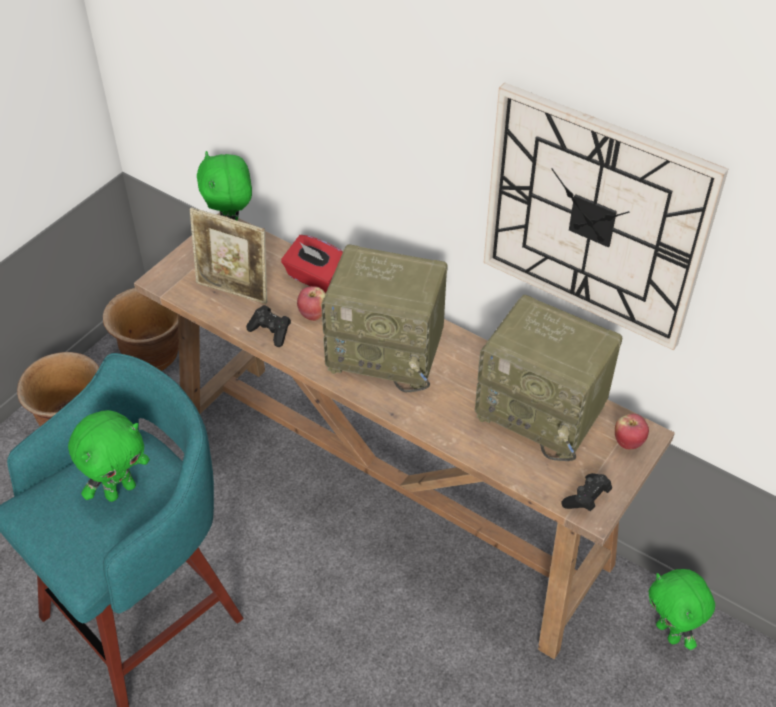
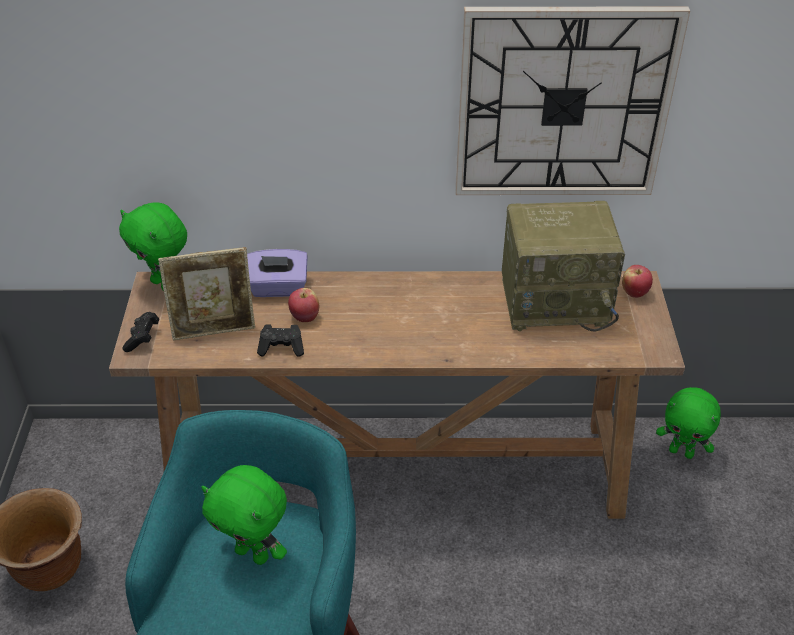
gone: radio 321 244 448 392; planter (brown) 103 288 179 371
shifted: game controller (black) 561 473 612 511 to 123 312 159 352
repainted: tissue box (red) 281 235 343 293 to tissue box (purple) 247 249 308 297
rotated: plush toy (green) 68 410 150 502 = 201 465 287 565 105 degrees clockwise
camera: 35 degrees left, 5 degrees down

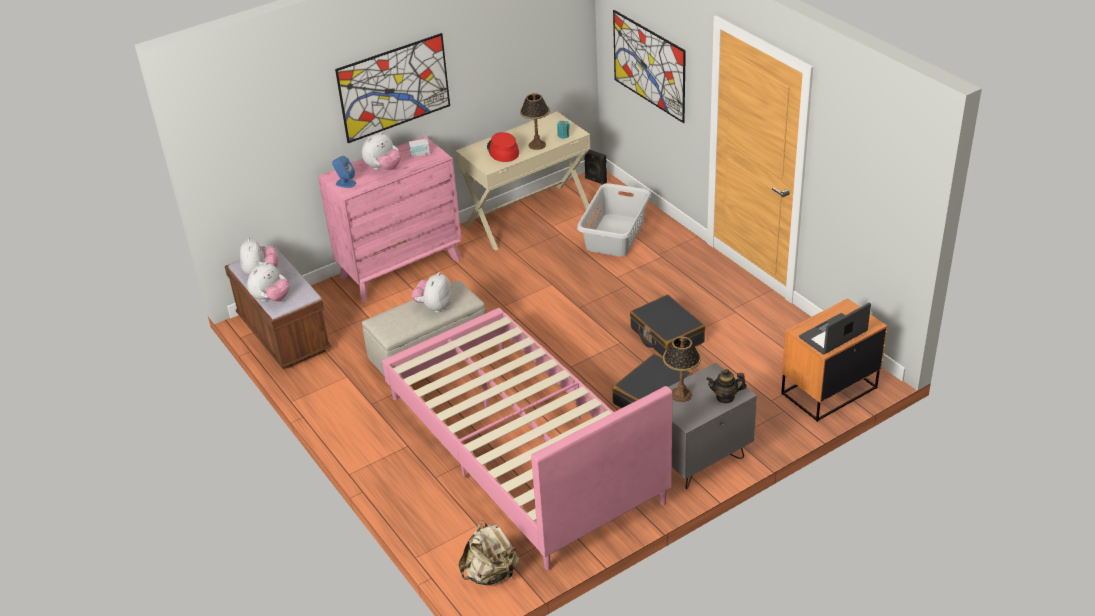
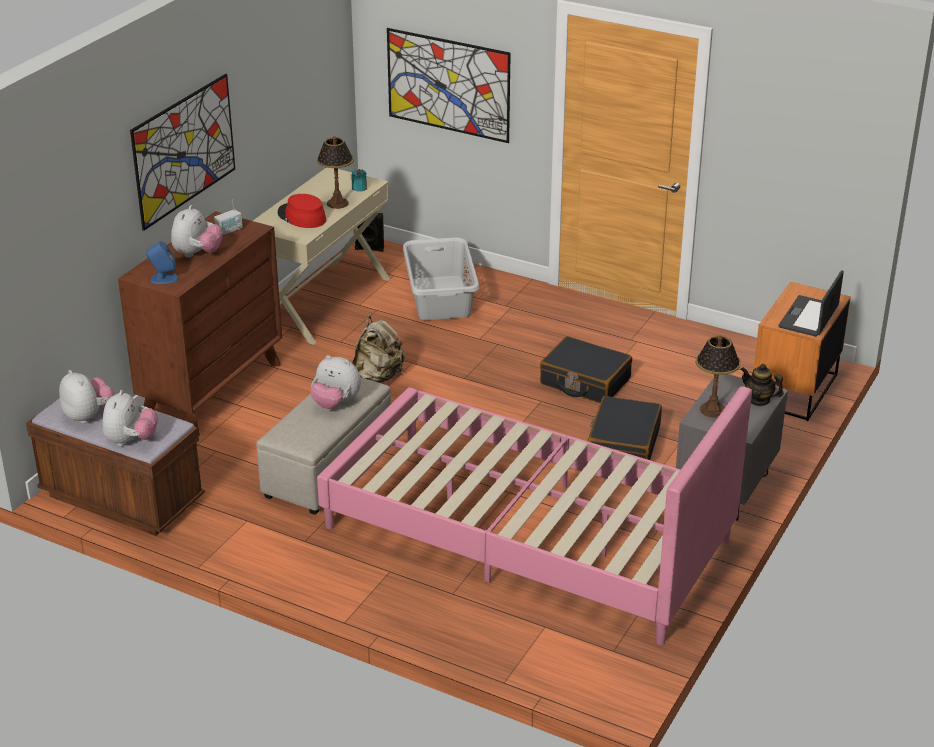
shifted: backpack (beige) 458 520 519 585 to 352 316 405 383
repainted: dresser (pink) 318 136 462 302 to dresser (brown) 118 211 282 436
rotated: plush toy 411 272 452 313 = 310 355 361 409 60 degrees counterclockwise; teapot 706 369 747 404 = 741 364 784 406 60 degrees clockwise
camera: 30 degrees left, 5 degrees down

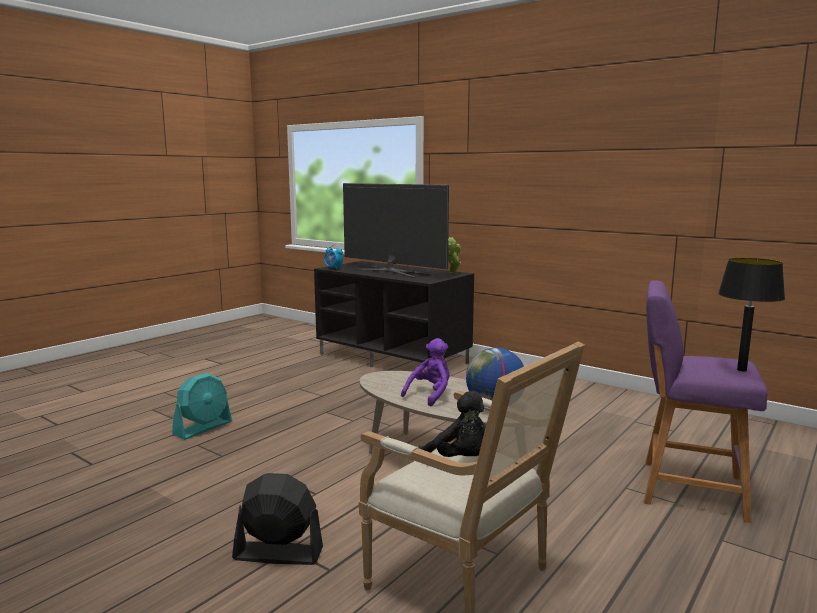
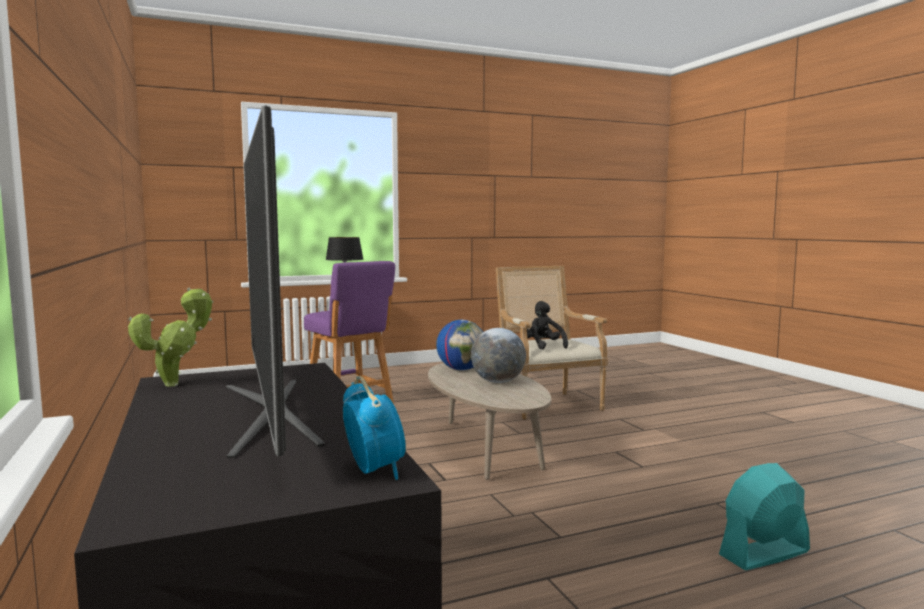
gone: fan (black) 232 473 323 565
swapped: plush toy (purple) 401 338 450 407 to globe 471 328 526 383
camera: 150 degrees left, 5 degrees down

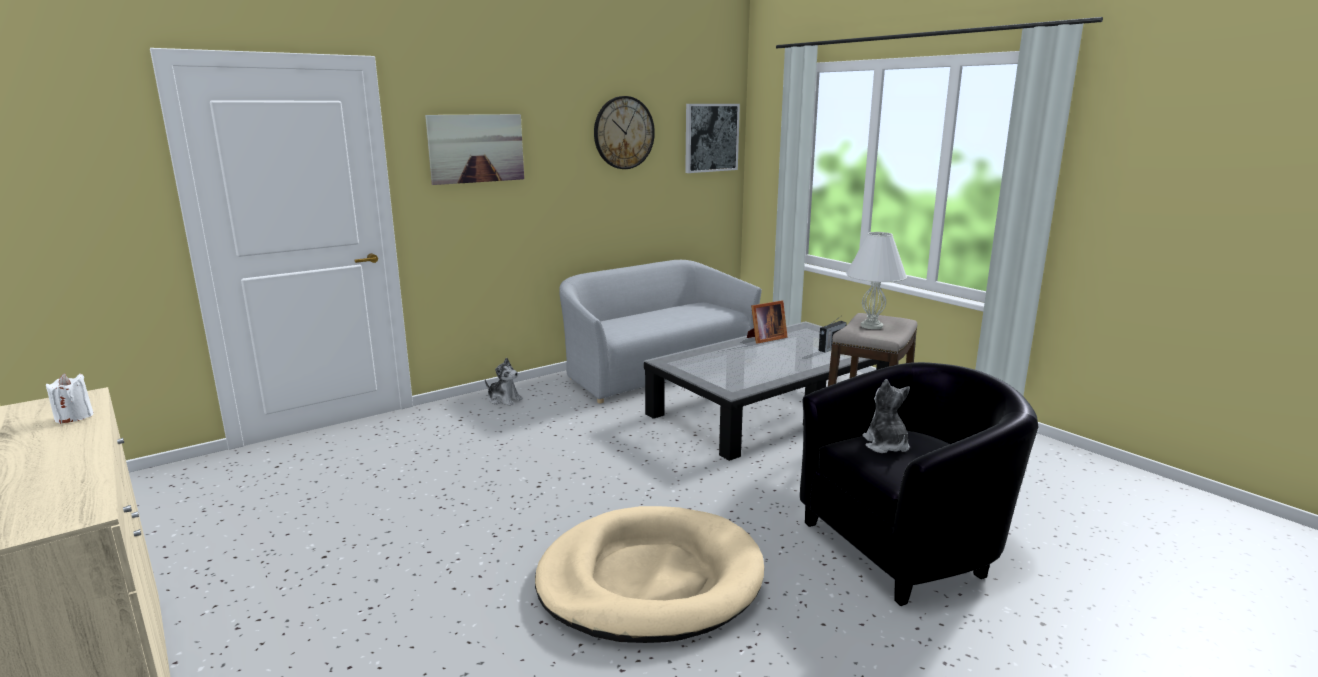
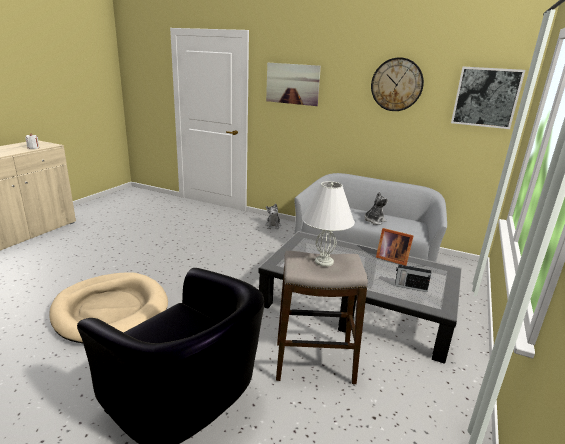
shifted: plush toy 863 379 910 453 to 365 192 388 225
camera: 60 degrees right, 5 degrees up

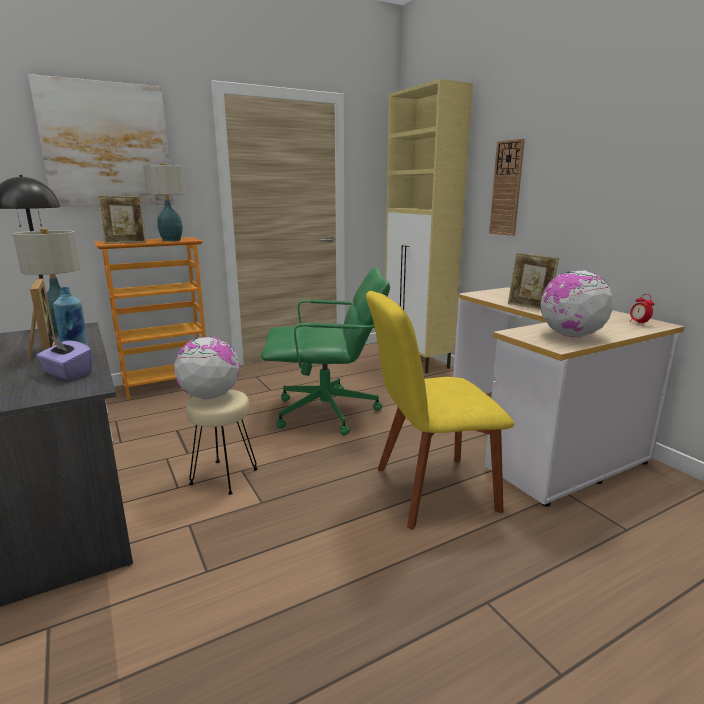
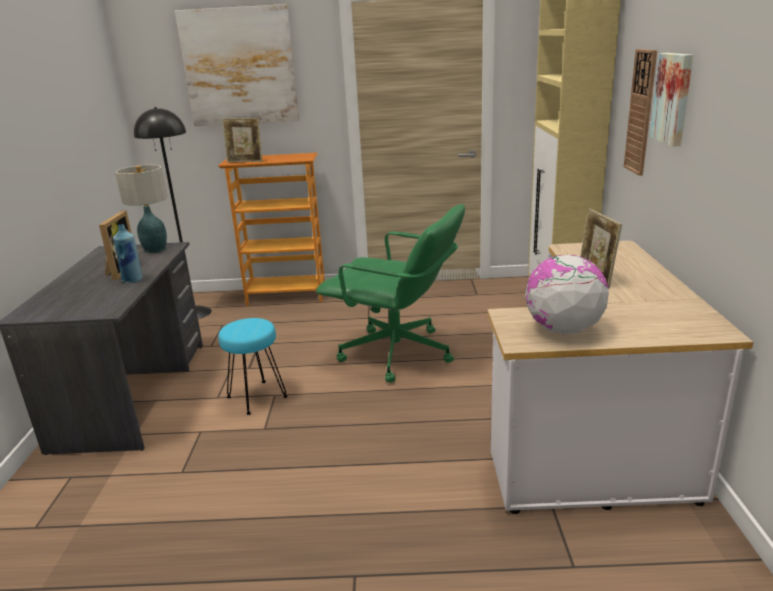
gone: table lamp 143 163 186 241; chair (yellow) 366 291 514 530; alarm clock 629 294 654 325; globe 174 336 240 400; tissue box (purple) 36 337 92 380
new: picture 650 53 693 147
repainted: stool (beige) 186 389 258 495 to stool (turquoise) 218 318 288 415
camera: 30 degrees right, 5 degrees up

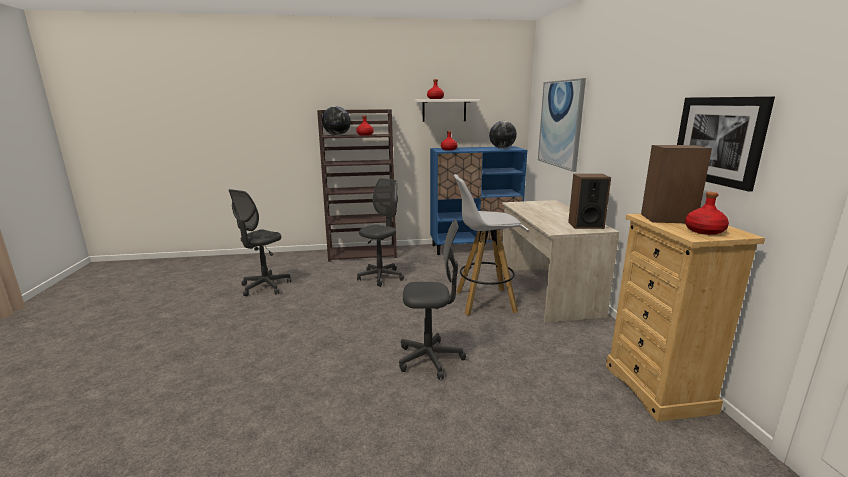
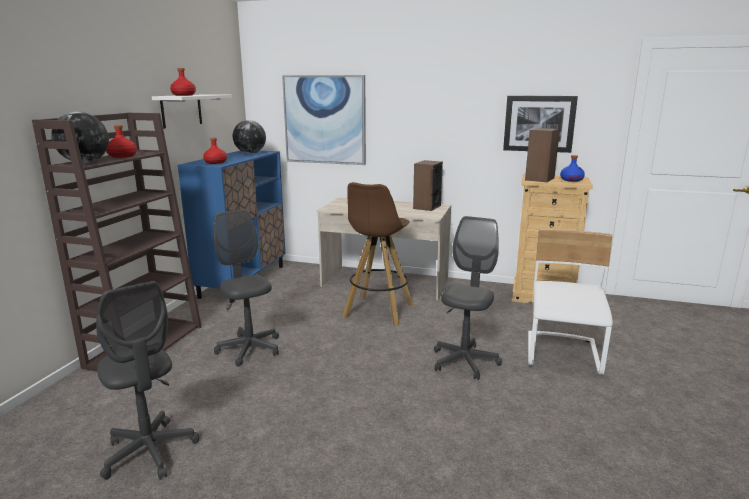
new: chair (white) 528 229 613 375
repainted: stool (white) 454 174 522 315 to stool (brown) 342 182 414 326; bottle (red) 685 192 729 235 to bottle (blue) 560 155 585 182
camera: 65 degrees left, 0 degrees up

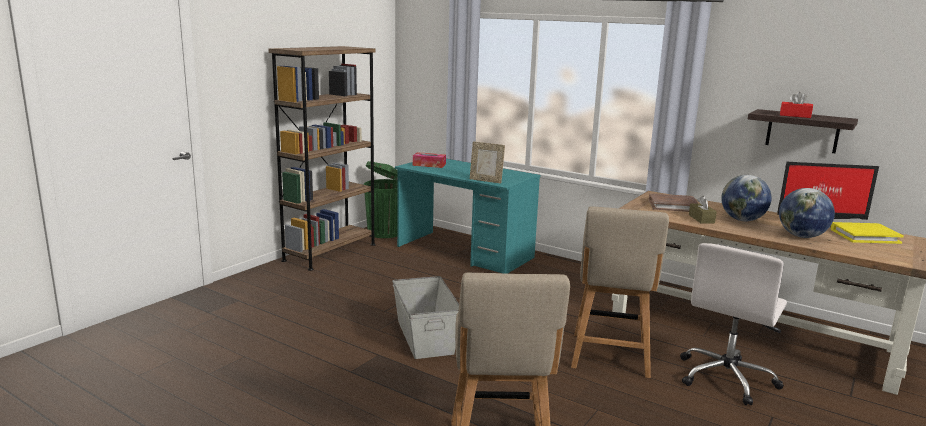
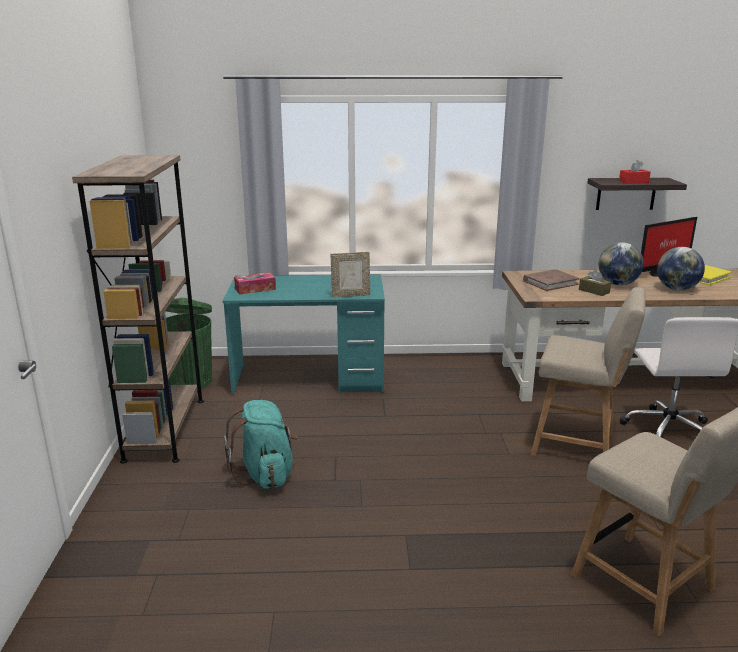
gone: storage box (grey) 392 276 459 359
new: backpack (turquoise) 224 400 297 489
rotated: chair (beige) 571 206 669 378 = 531 287 646 456 45 degrees counterclockwise
camera: 35 degrees left, 5 degrees up

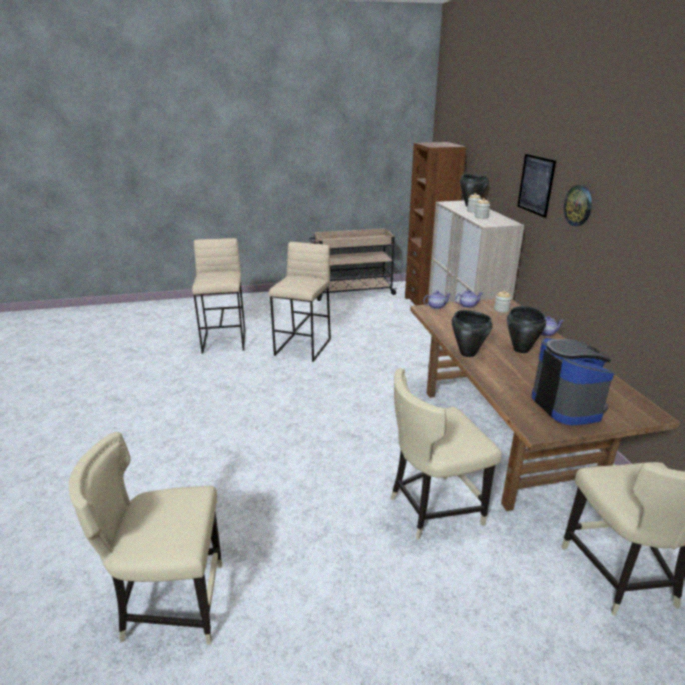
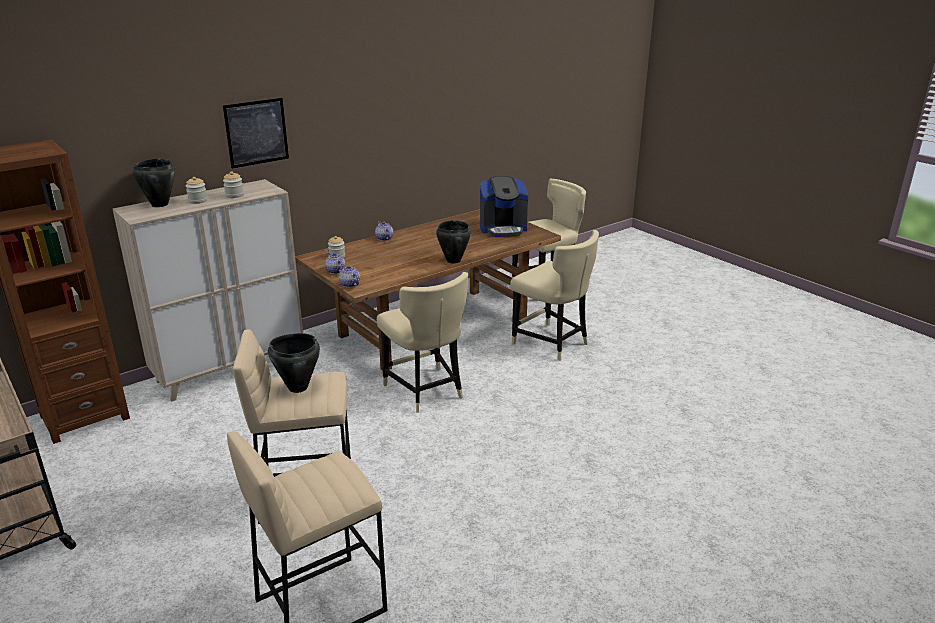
gone: wall clock 564 185 592 226
shifted: cooking pot (black) 507 306 546 353 to 268 333 320 393; chair (beige) 69 432 222 645 to 377 272 468 413
rotated: coffee machine 532 338 614 425 = 480 176 529 237 150 degrees counterclockwise
camera: 115 degrees left, 0 degrees up

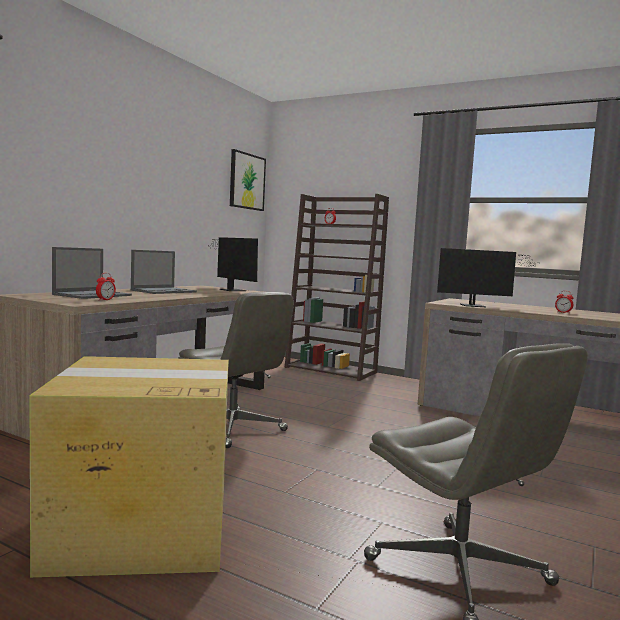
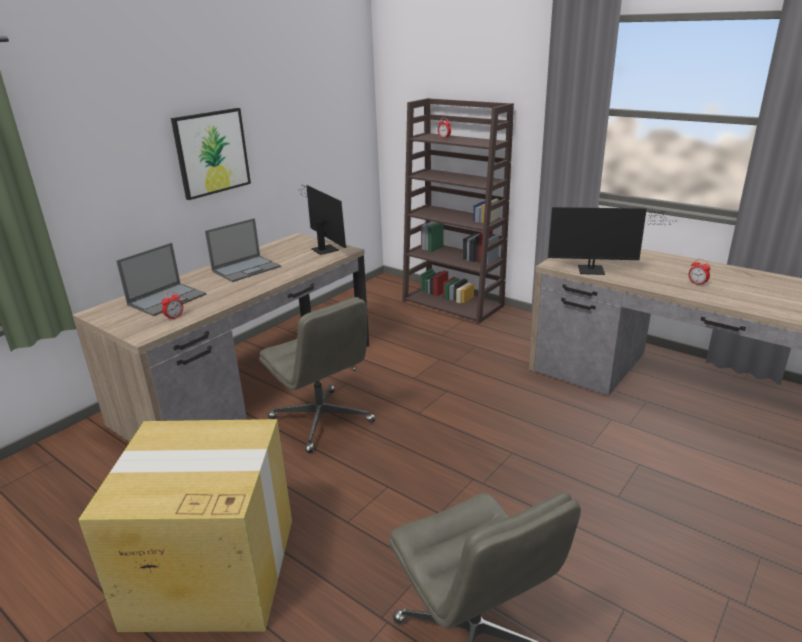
shifted: picture 230 149 266 211 to 171 108 251 200
camera: 10 degrees right, 20 degrees up

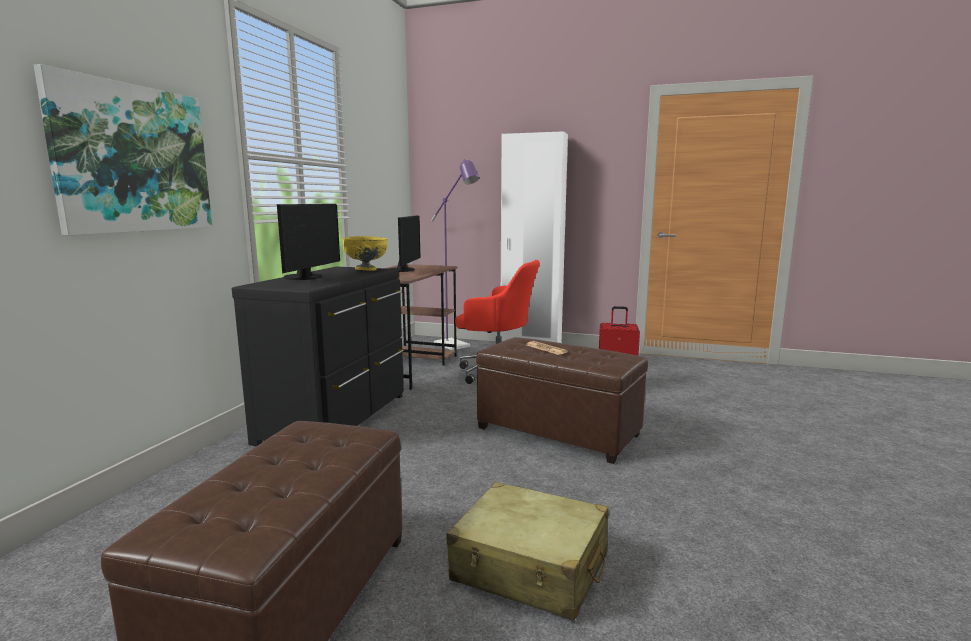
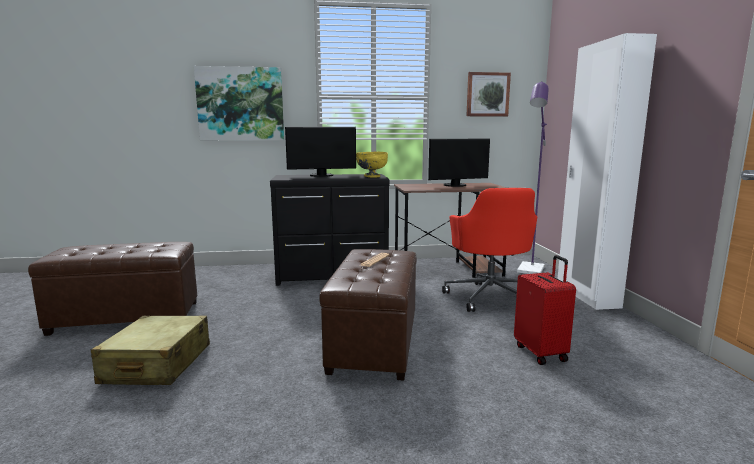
new: picture 466 72 511 117
camera: 65 degrees right, 0 degrees up

